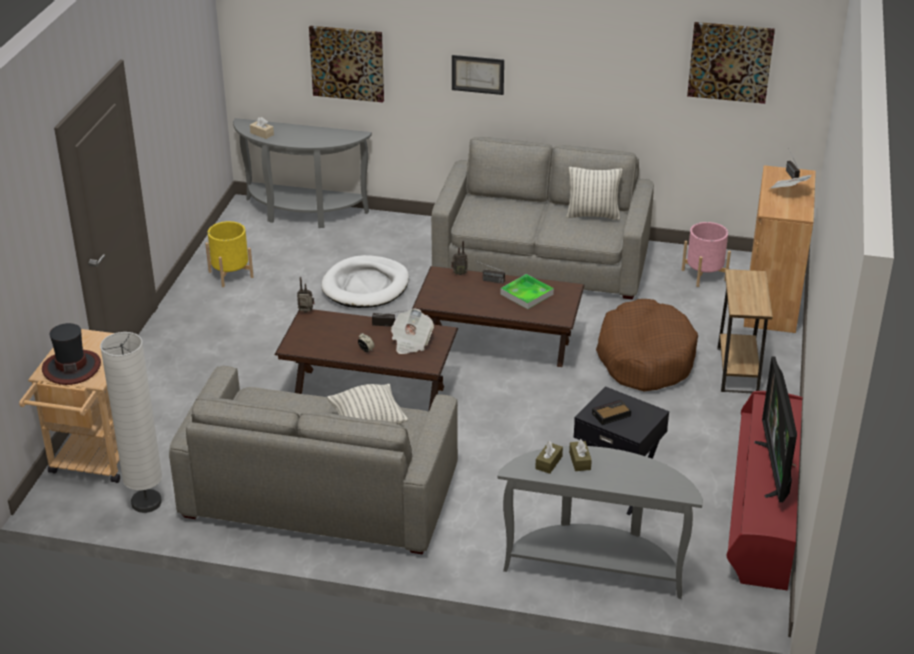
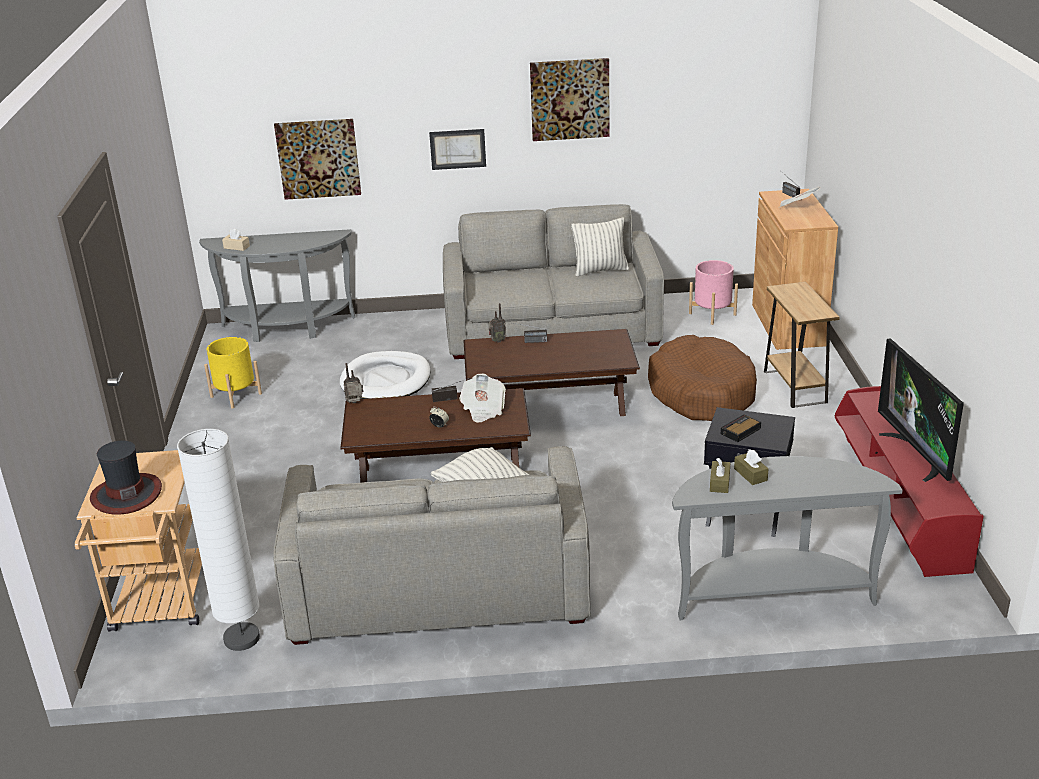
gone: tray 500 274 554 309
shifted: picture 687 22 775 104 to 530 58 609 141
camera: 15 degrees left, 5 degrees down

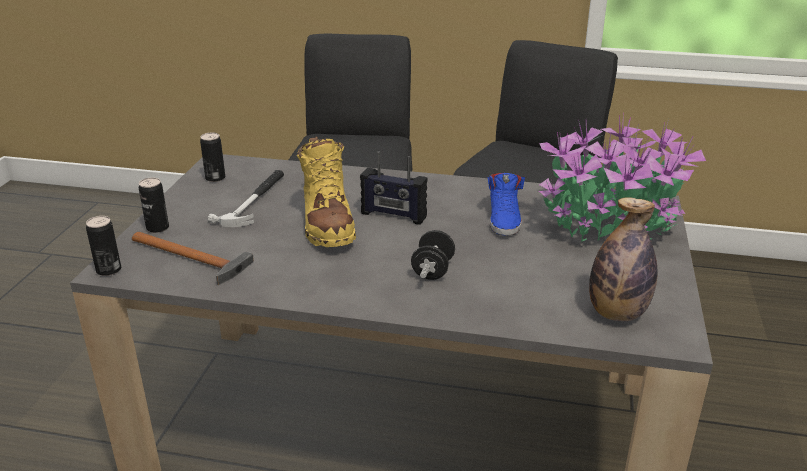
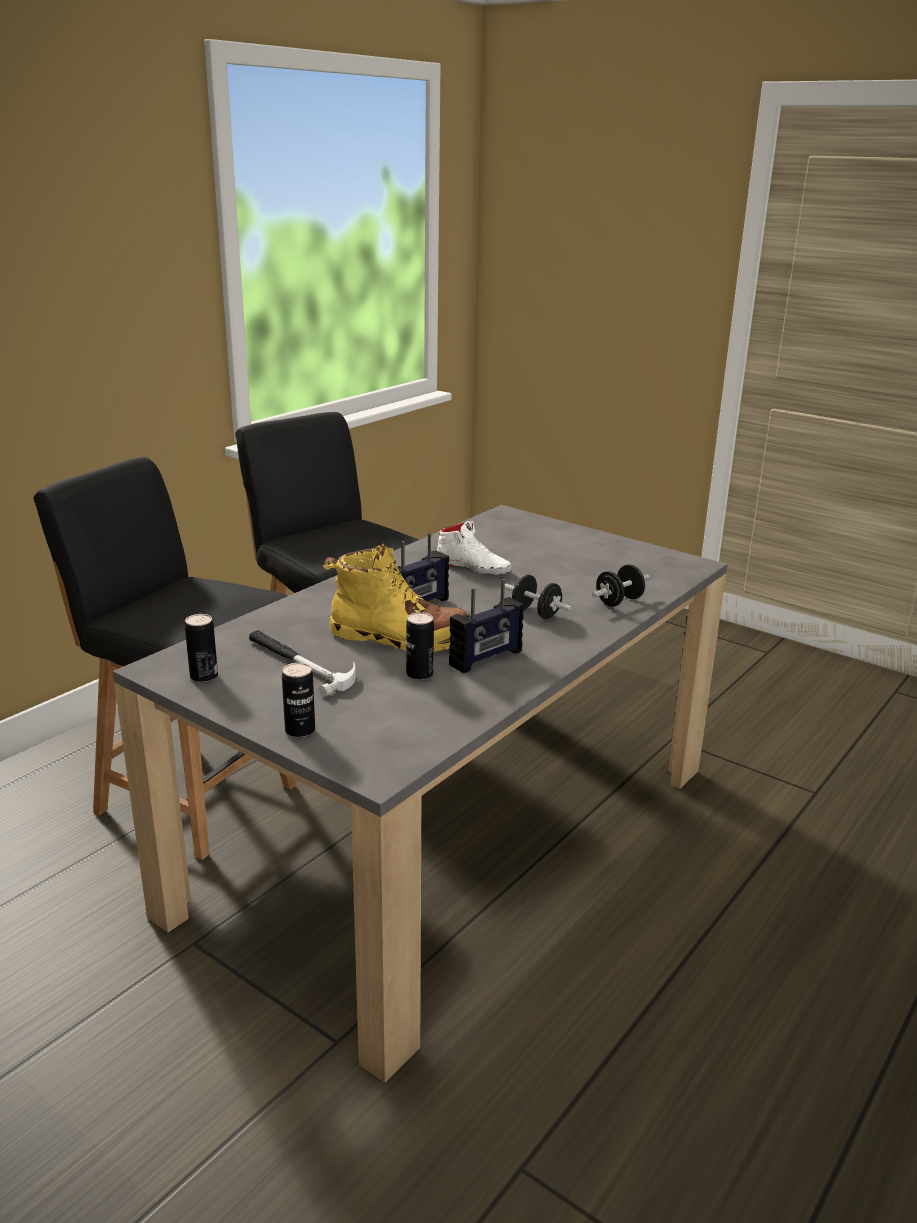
gone: potted plant 539 112 706 241; bottle 589 197 658 321; hammer 132 232 254 285
new: dumbbell (black) 592 565 649 607; radio 449 579 524 673
shifted: can 86 216 121 276 to 406 612 434 680
repainted: shoe (blue) 487 173 525 236 to shoe (white) 437 521 512 574
camera: 65 degrees left, 5 degrees down

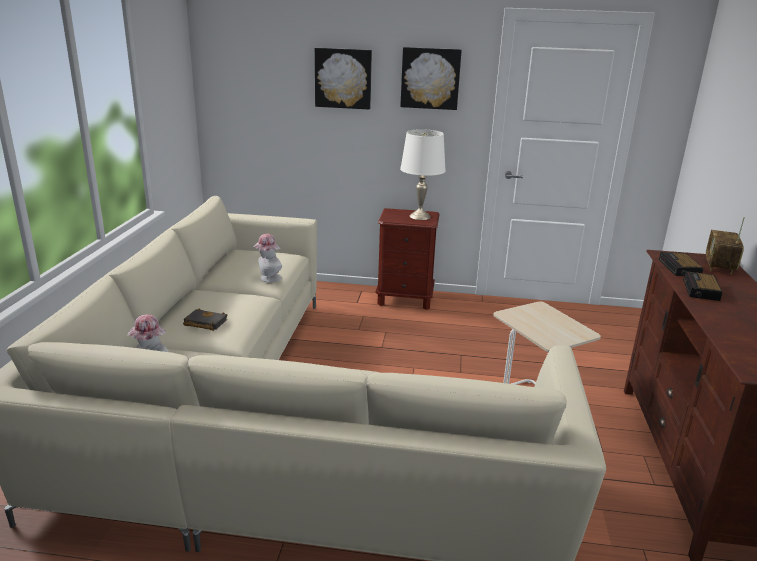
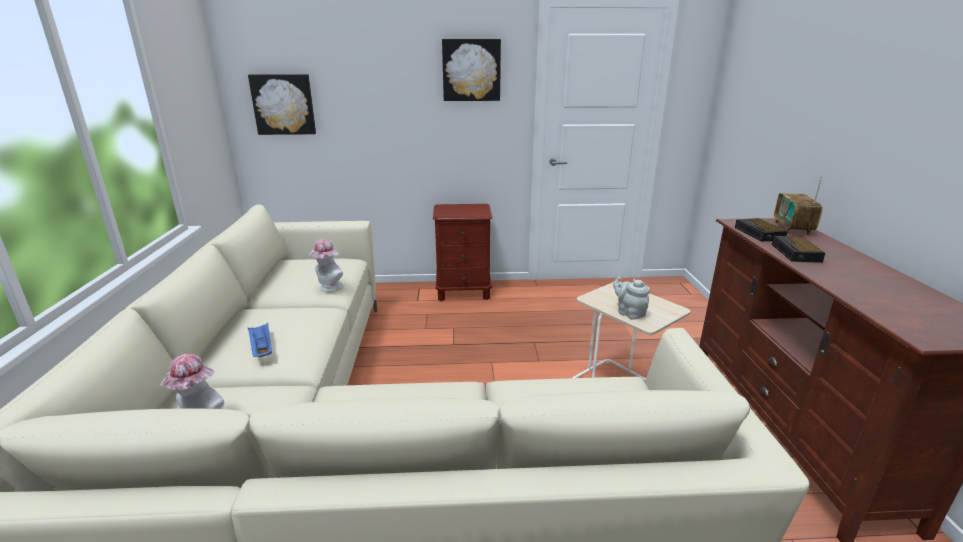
gone: table lamp (white) 400 129 446 220
new: teapot (grey) 613 277 650 320
shifted: picture 315 48 372 110 to 248 74 316 135
swapped: book (black) 183 308 228 331 to tray (blue) 248 323 272 357
camera: 10 degrees left, 0 degrees up

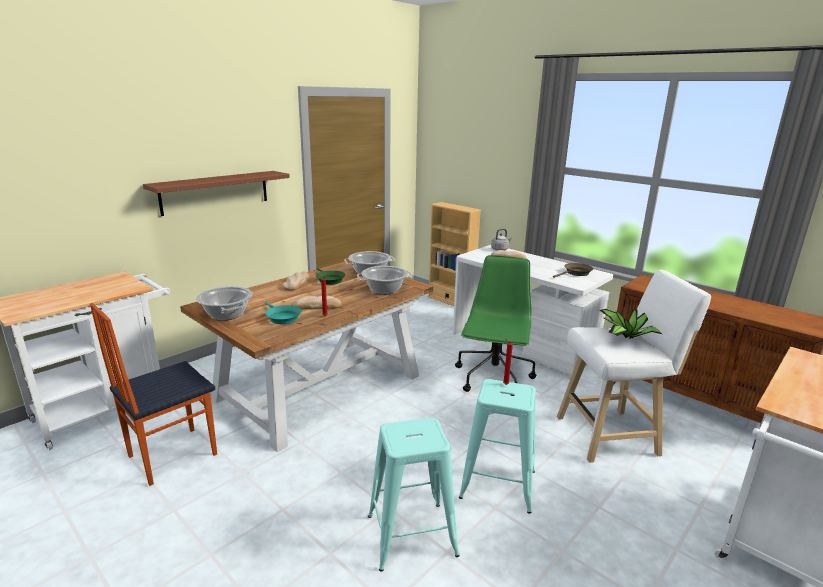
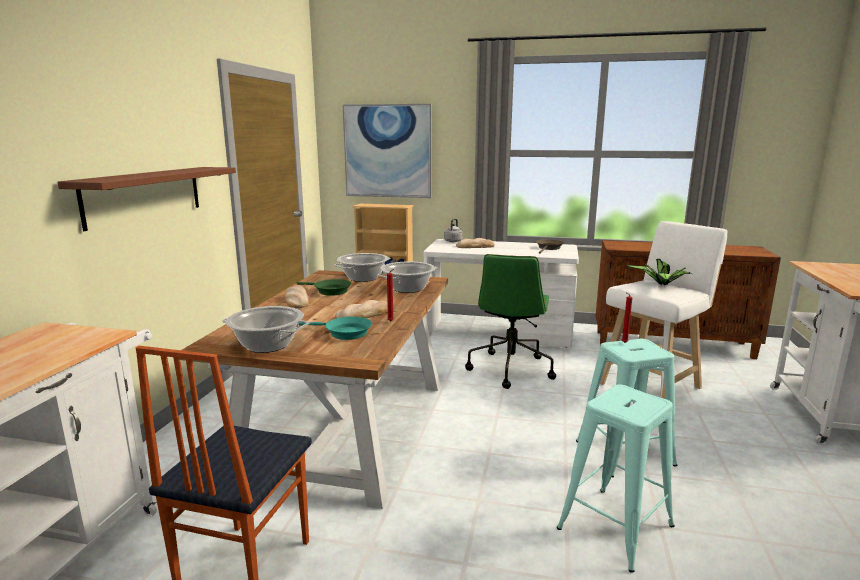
new: picture 343 104 432 198
rotated: office chair (green) 455 255 537 396 = 465 254 556 389 150 degrees counterclockwise
camera: 30 degrees left, 5 degrees down

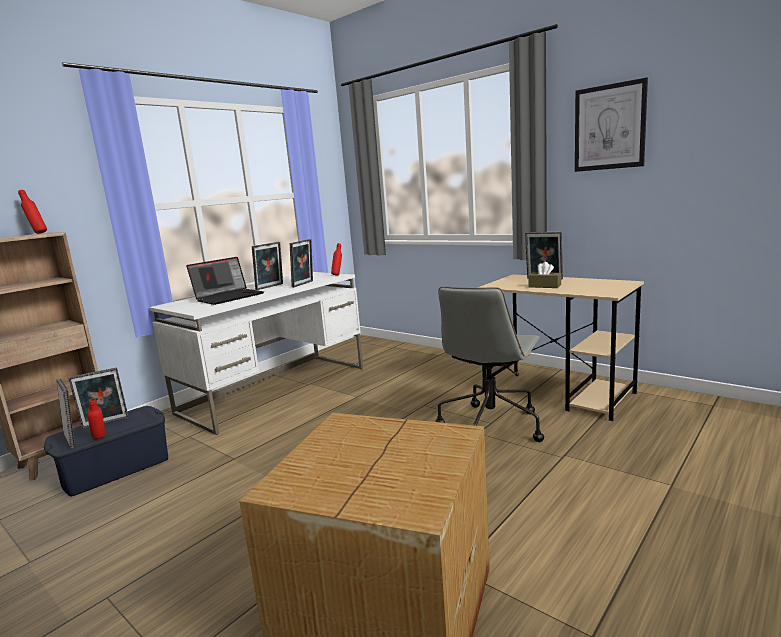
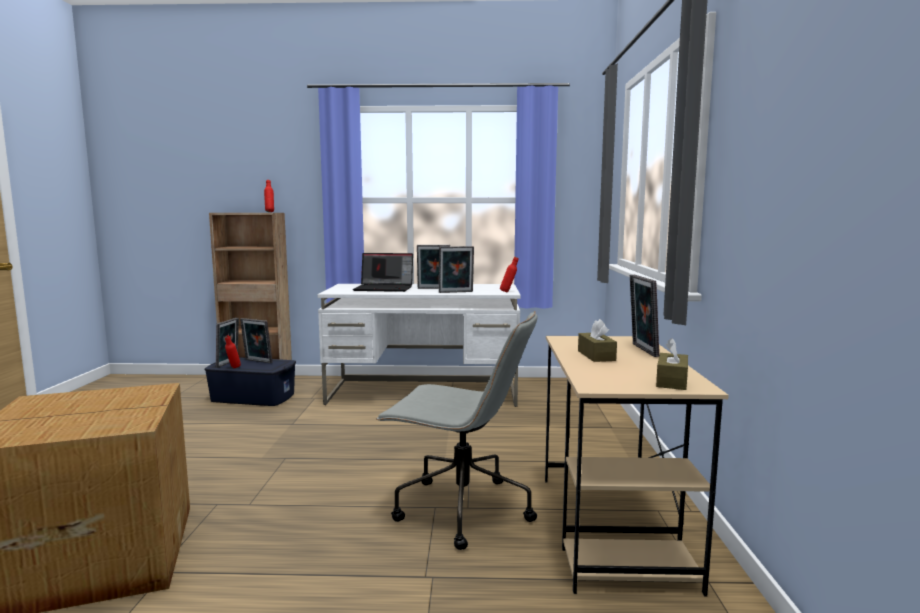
gone: picture 575 77 648 172
new: tissue box (brown) 656 338 688 390
rotated: office chair (grey) 436 287 544 442 = 376 311 537 550 150 degrees counterclockwise
camera: 50 degrees right, 5 degrees down

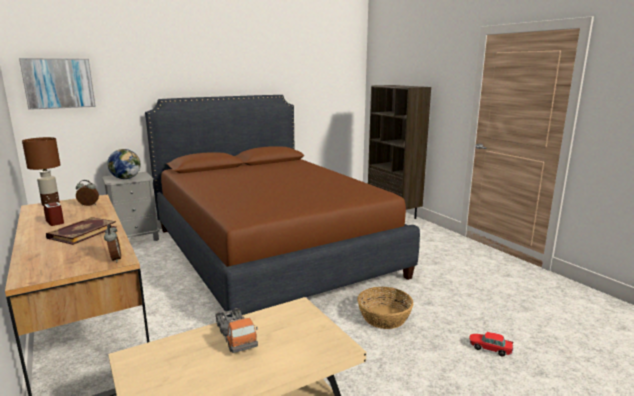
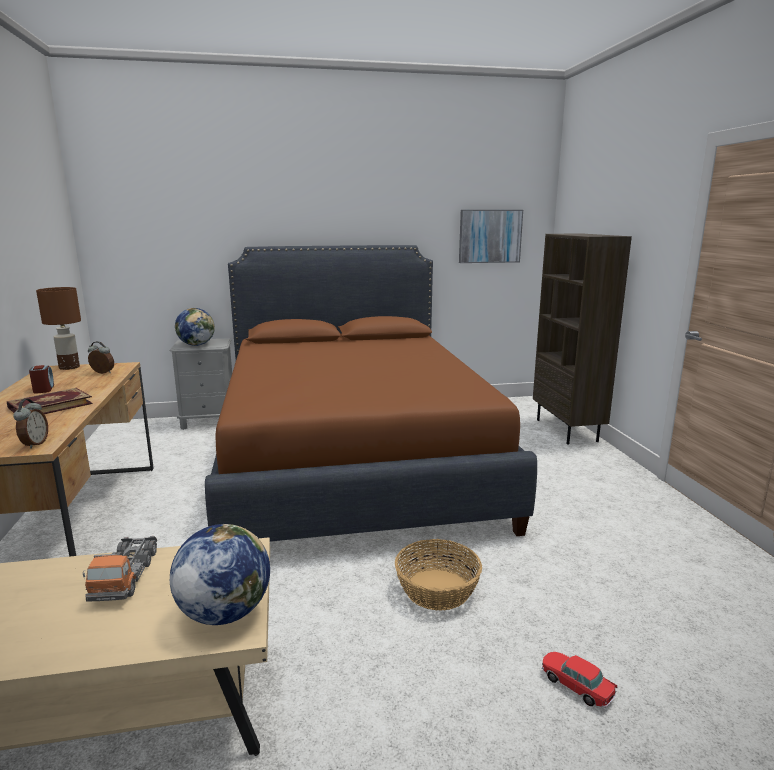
new: globe 170 524 270 625
shifted: picture 19 58 96 110 to 459 210 523 263
camera: 20 degrees right, 0 degrees up

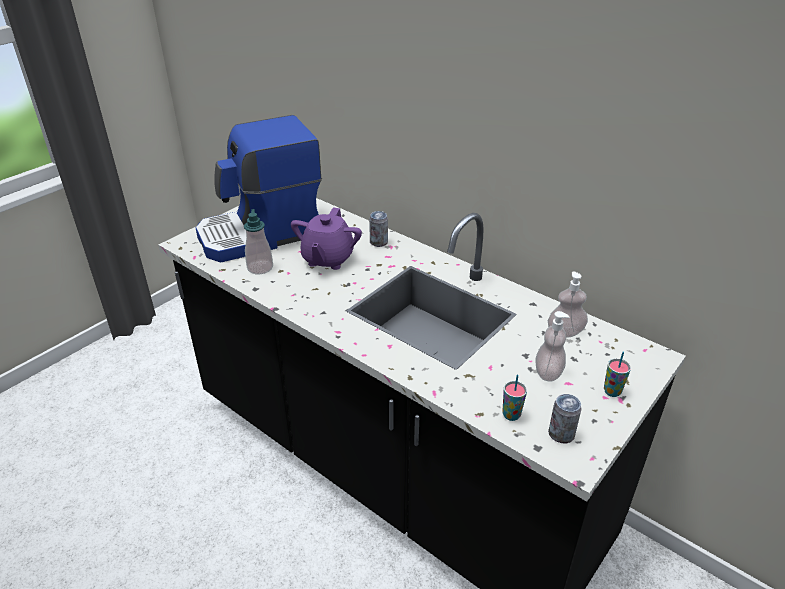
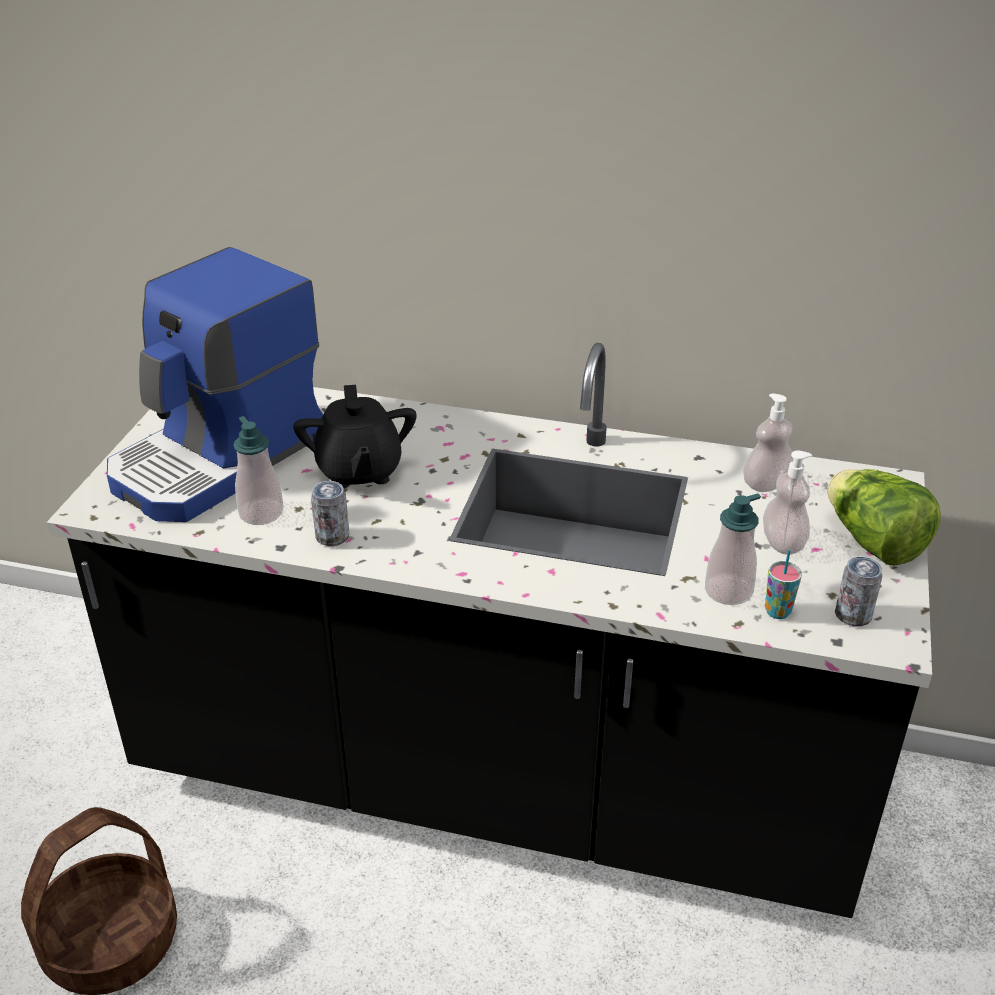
new: soap dispenser 705 493 761 605; basket 21 807 177 995
shifted: can 369 211 388 247 to 311 481 349 546
swapped: cup 604 352 631 397 to lettuce 828 469 941 565
repainted: teapot (purple) 291 207 362 270 to teapot (black) 293 385 417 489
camera: 25 degrees left, 0 degrees up

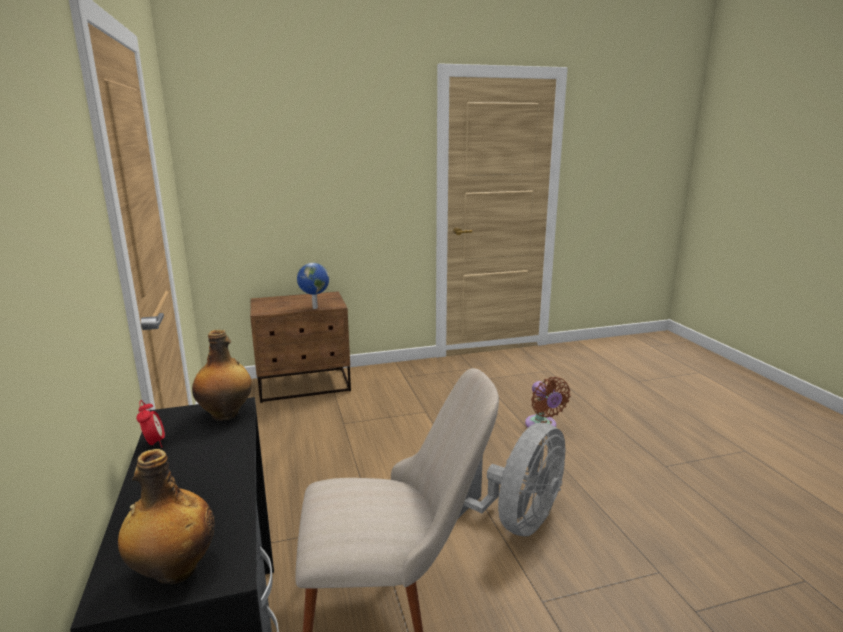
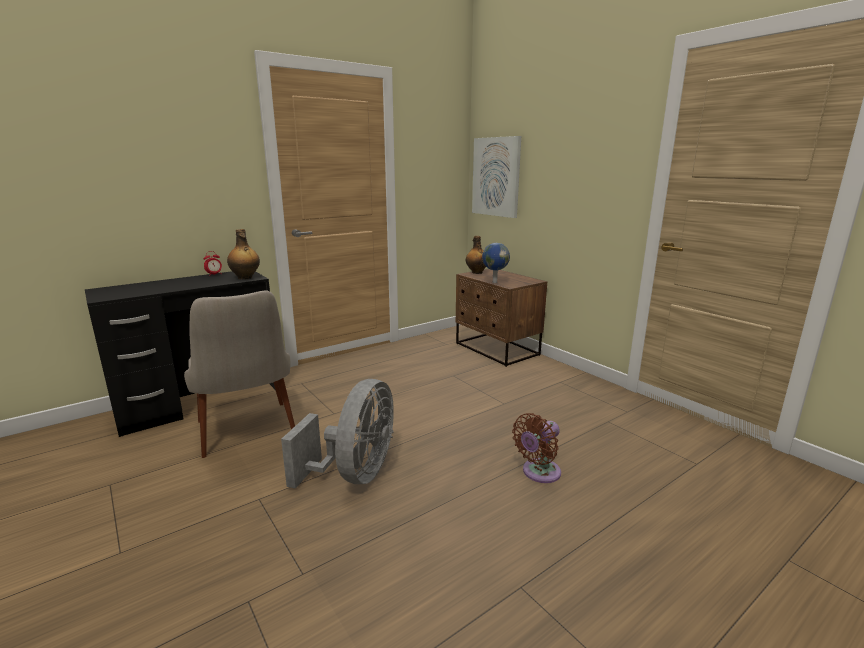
new: picture 472 136 521 218
shifted: bottle 118 449 215 584 to 466 236 486 274
rotated: fan (grey) 458 423 565 537 = 281 379 394 489 90 degrees counterclockwise
camera: 70 degrees right, 0 degrees up

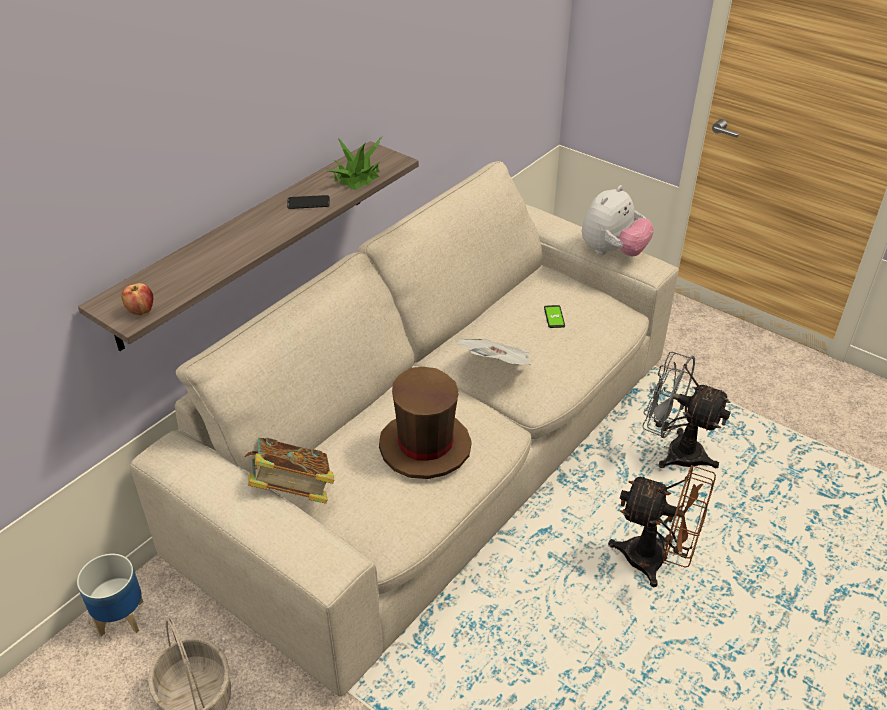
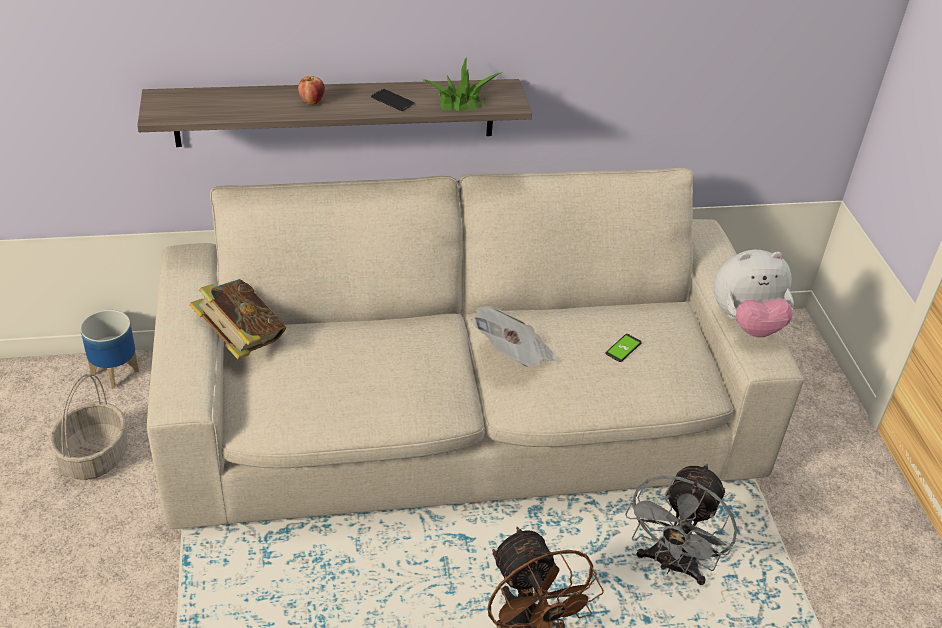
gone: hat (brown) 379 367 472 479
shifted: apple 121 283 153 315 to 298 76 325 105
rotated: fan (grey) 642 352 731 469 = 625 464 737 585 135 degrees counterclockwise
camera: 40 degrees right, 0 degrees up

